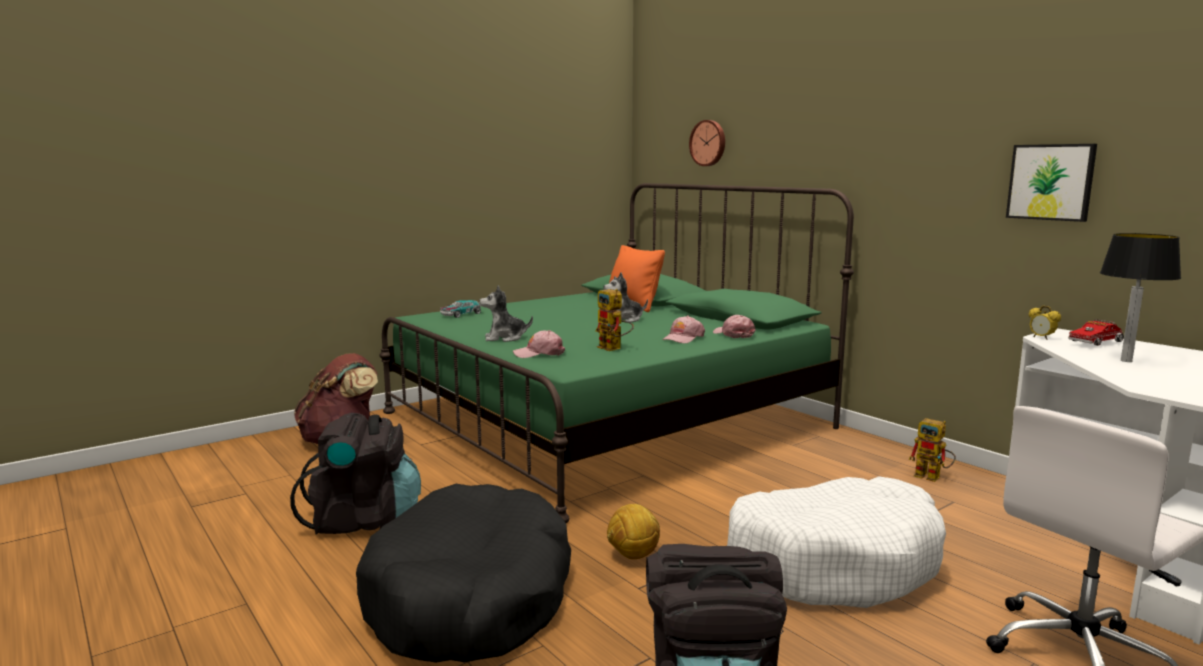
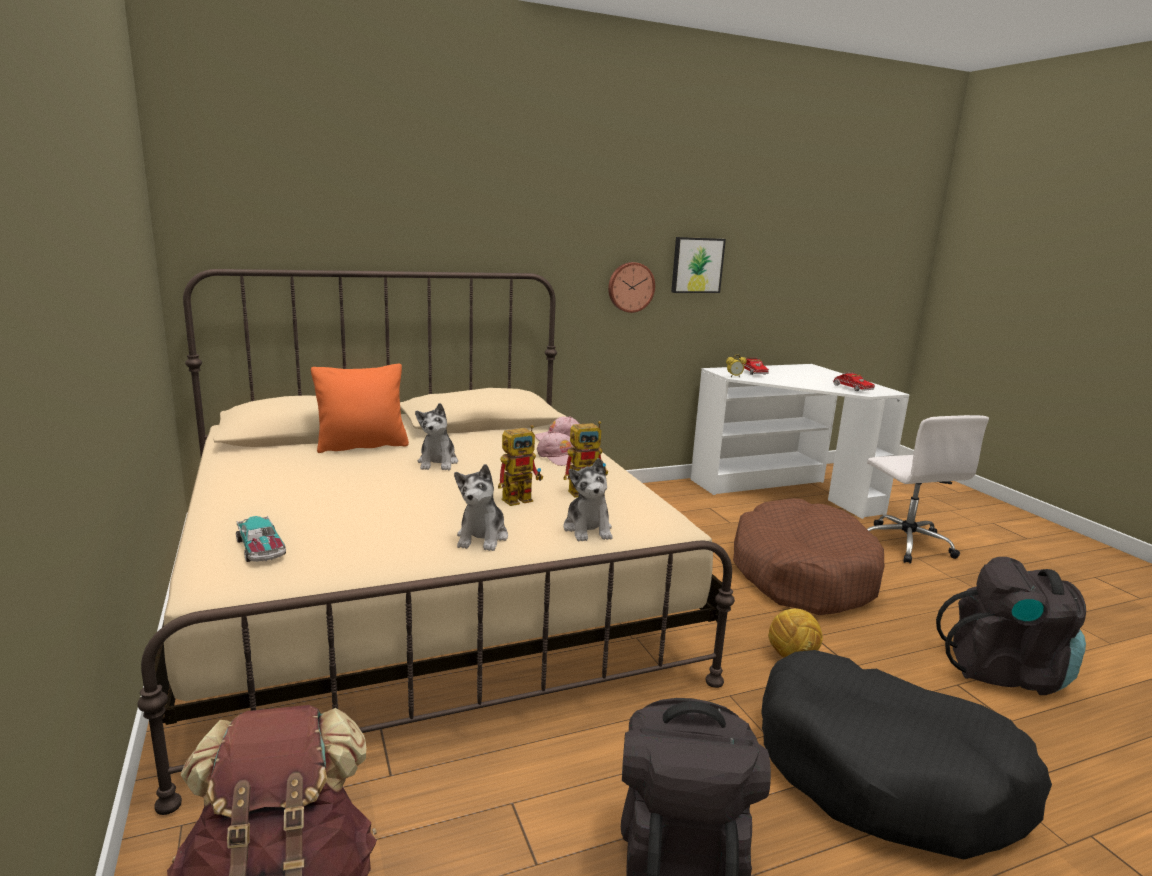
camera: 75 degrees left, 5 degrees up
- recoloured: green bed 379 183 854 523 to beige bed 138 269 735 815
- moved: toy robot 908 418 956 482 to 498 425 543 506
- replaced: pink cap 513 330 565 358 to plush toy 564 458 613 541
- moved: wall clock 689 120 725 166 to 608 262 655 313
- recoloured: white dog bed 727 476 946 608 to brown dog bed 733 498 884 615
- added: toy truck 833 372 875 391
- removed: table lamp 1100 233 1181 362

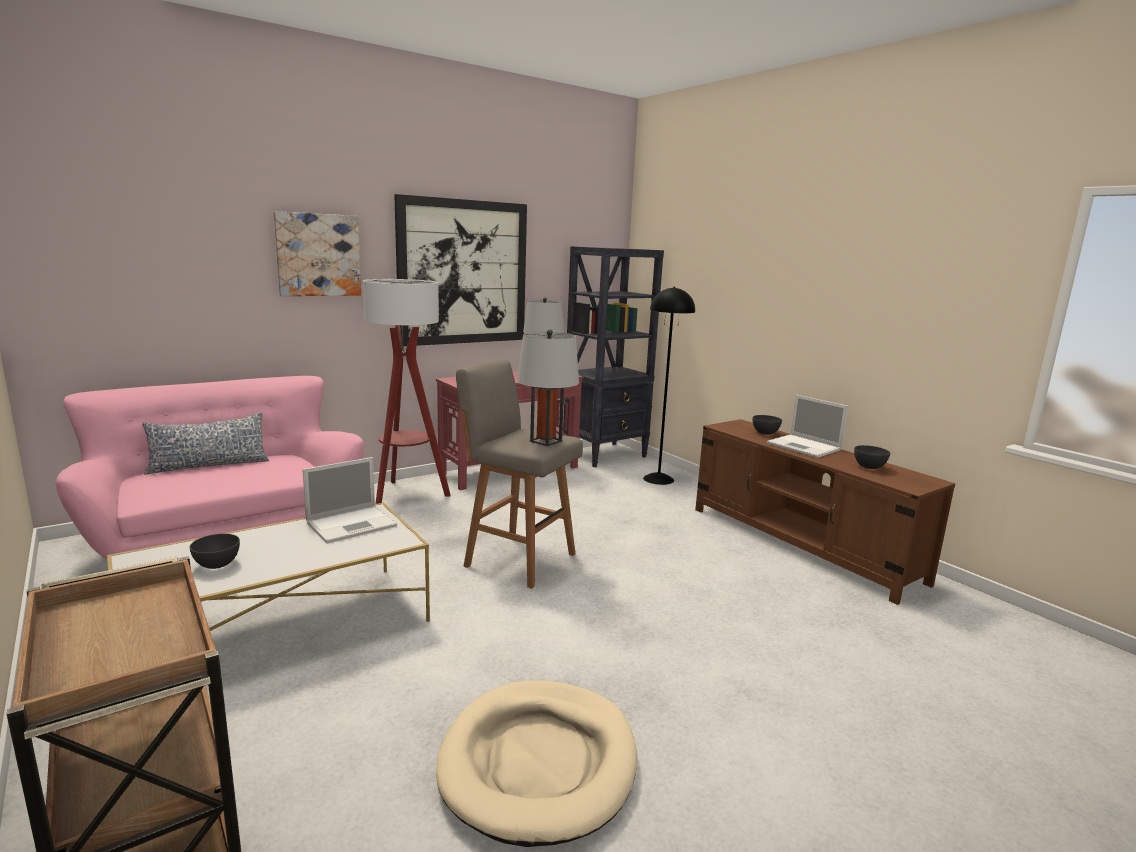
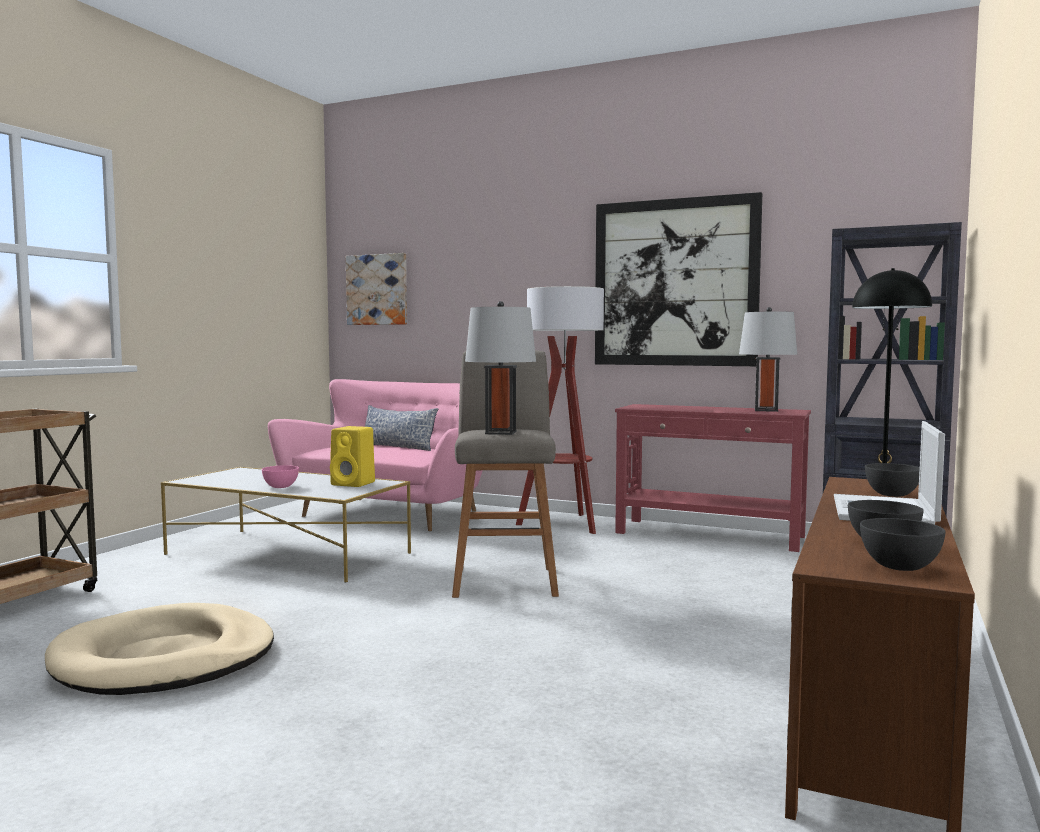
camera: 60 degrees right, 10 degrees down
- added: pink bowl 262 465 299 488
- replaced: laptop 303 457 397 543 to yellow speaker 330 426 375 487
- moved: picture 274 211 361 296 to 346 253 407 325
- moved: grey bowl 189 534 240 569 to 860 518 946 571

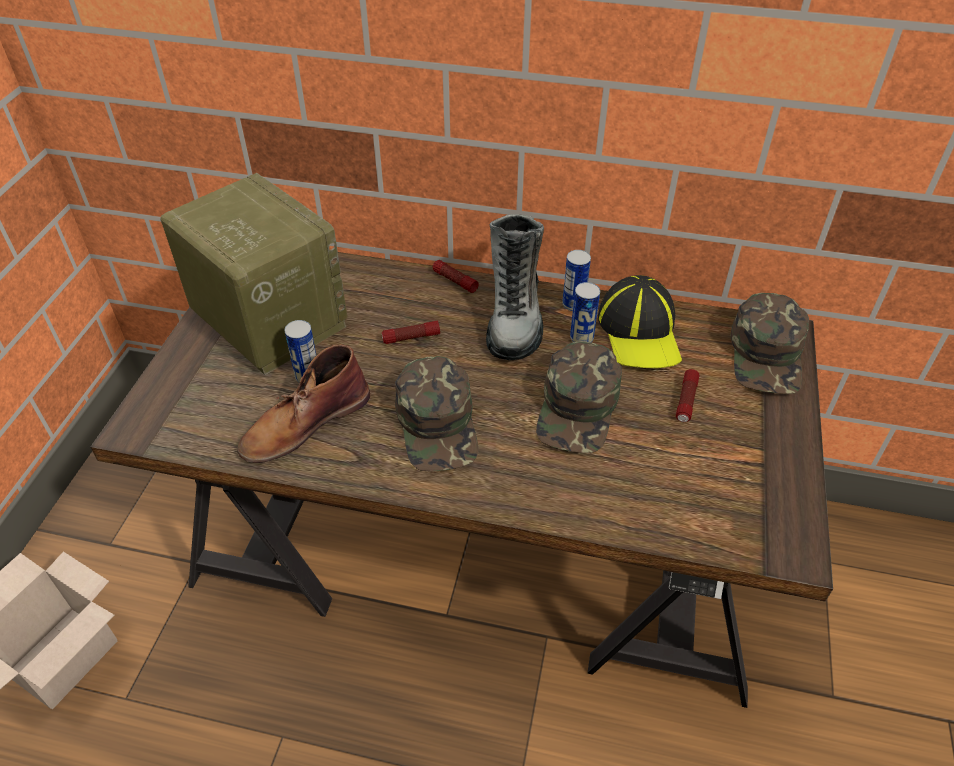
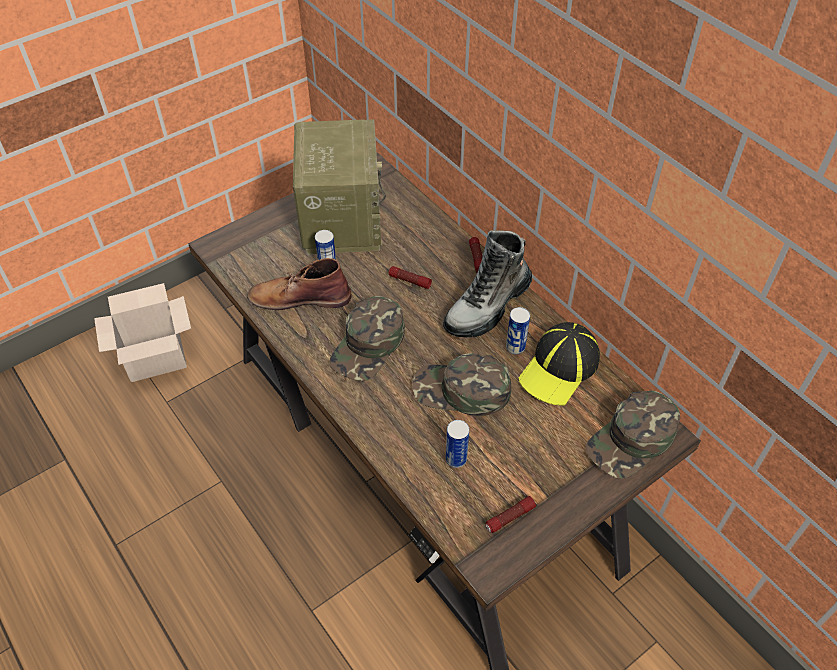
camera: 40 degrees right, 5 degrees up
- turned: green cap 536 341 622 453 = 413 353 511 416 45 degrees clockwise
- moved: can 562 250 591 311 to 446 420 469 468
- moved: flashlight 676 369 700 422 to 485 496 536 533

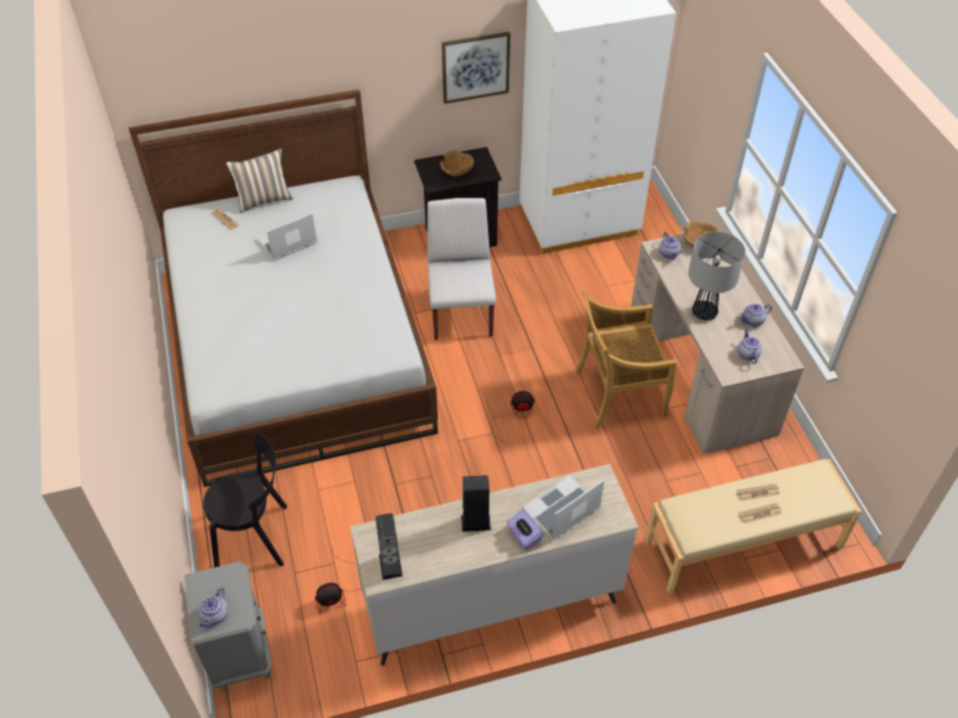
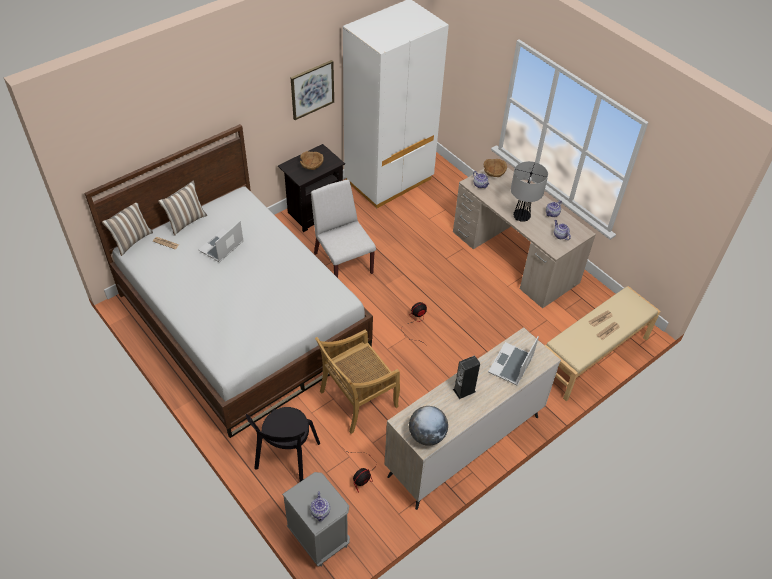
camera: 25 degrees left, 0 degrees up
- added: pillow 102 203 153 256
- turned: black chair 203 433 287 568 = 246 407 320 482 135 degrees clockwise
- moved: beige chair 576 289 676 429 to 315 330 400 434
- replaced: speaker 375 513 403 580 to globe 409 406 448 446
- removed: purple tissue box 506 510 543 550

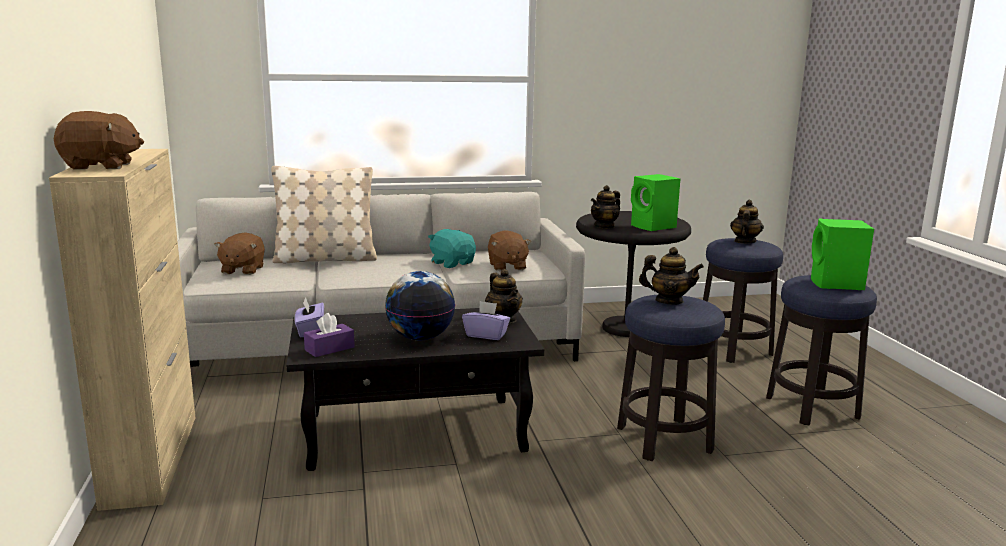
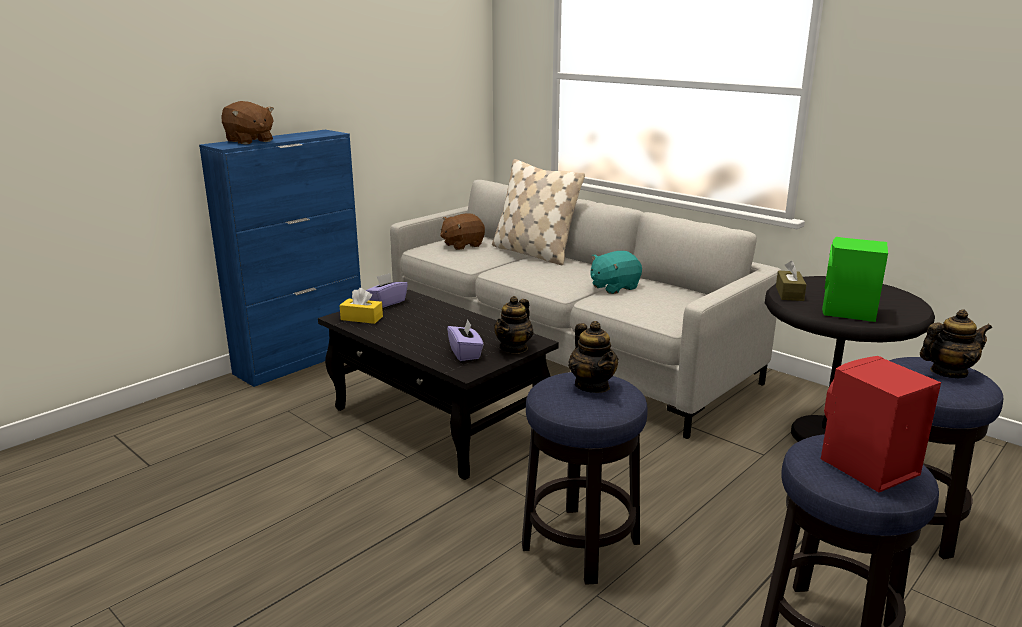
camera: 55 degrees right, 5 degrees up
- recoloured: beige cabinet 49 149 195 511 to blue cabinet 199 130 361 387
- recoloured: purple tissue box 304 313 355 357 to yellow tissue box 339 288 383 324
- turned: turquoise plush toy 428 229 476 268 = 590 251 642 294 135 degrees counterclockwise
- replaced: teapot 591 185 620 229 to brown tissue box 776 260 807 301
- recoloured: green speaker 811 219 874 290 to red speaker 821 356 941 492
- removed: globe 385 271 455 340
- removed: brown plush toy 488 230 531 271

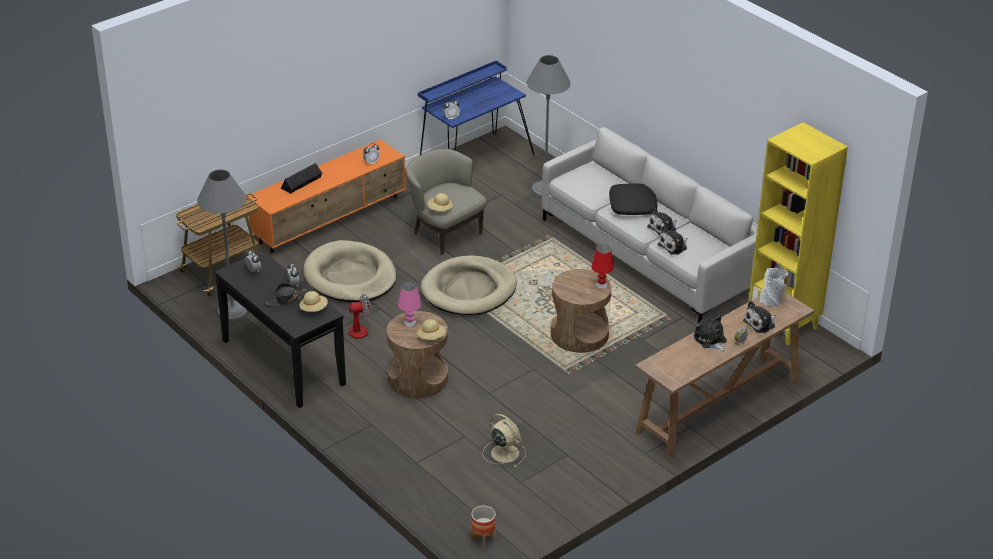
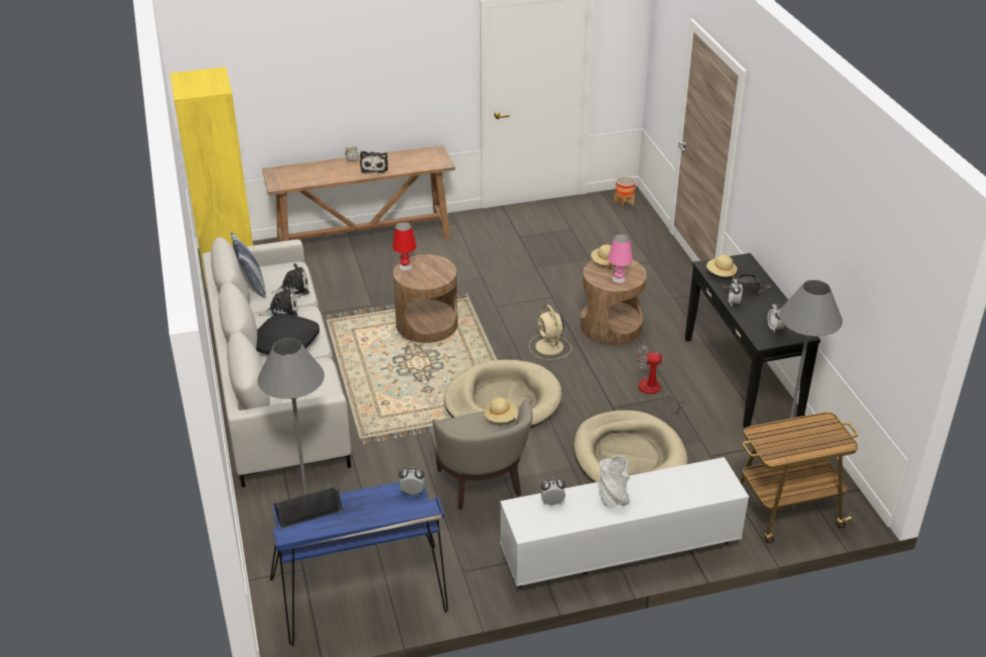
camera: 155 degrees left, 0 degrees up
- added: pillow 231 232 266 298
- moved: black speaker 281 163 322 194 to 274 486 343 528
- recoloured: orange tv stand 247 139 406 253 to white tv stand 500 457 749 588
- moved: beige fan 483 414 526 467 to 529 304 572 360
- moved: grey vase 760 268 788 307 to 600 456 630 508
- removed: plush toy 743 301 776 333

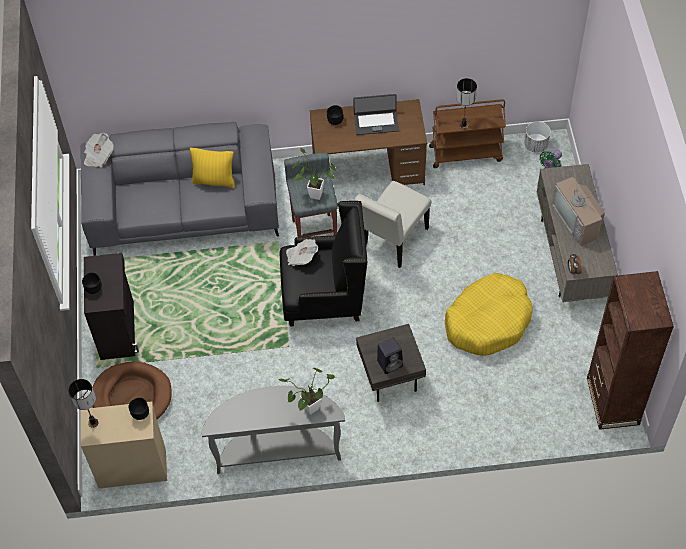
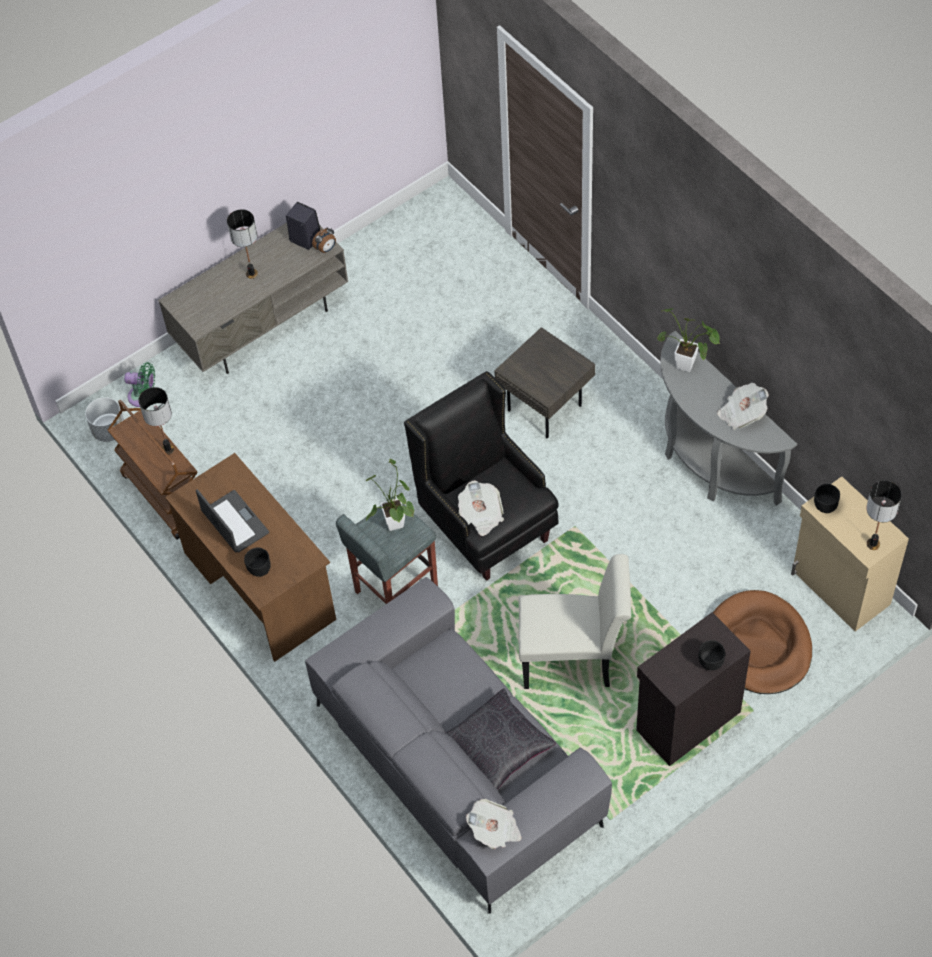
camera: 120 degrees left, 0 degrees up
- replaced: television 552 170 605 246 to table lamp 227 209 258 279
- moved: black speaker 377 337 403 374 to 286 202 320 250
- added: black pillow 446 688 556 790
- moved: white chair 354 181 431 268 to 518 554 631 689
- added: newspaper 717 383 769 430
- removed: yellow pillow 190 148 235 188
- removed: yellow dog bed 445 273 533 356
- removed: brown bookcase 587 271 674 430

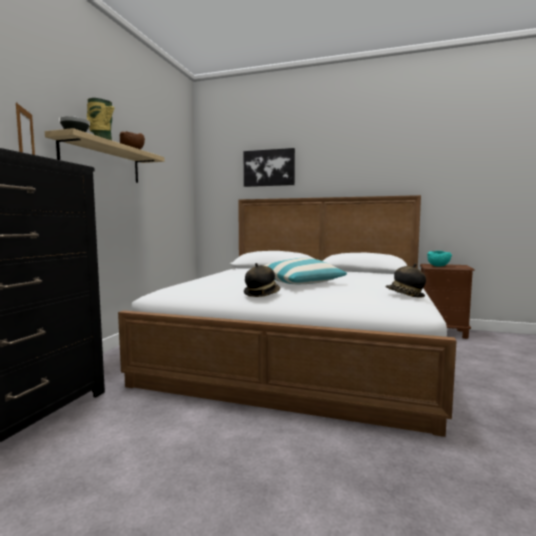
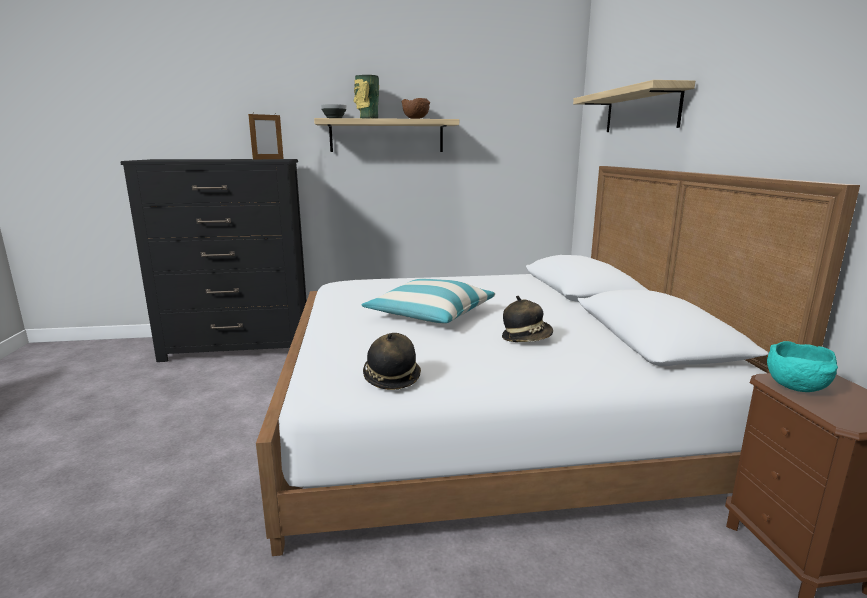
camera: 65 degrees right, 10 degrees up
- moved: hat 244 263 280 297 to 502 296 553 342
- replaced: picture 244 148 295 187 to shelf 573 80 695 132

